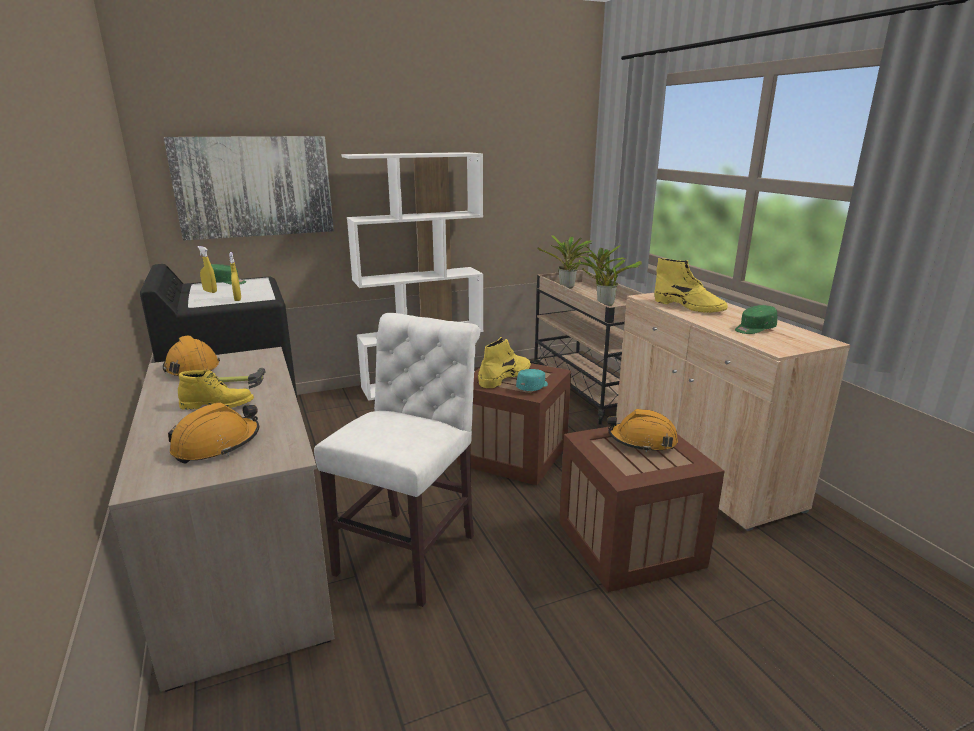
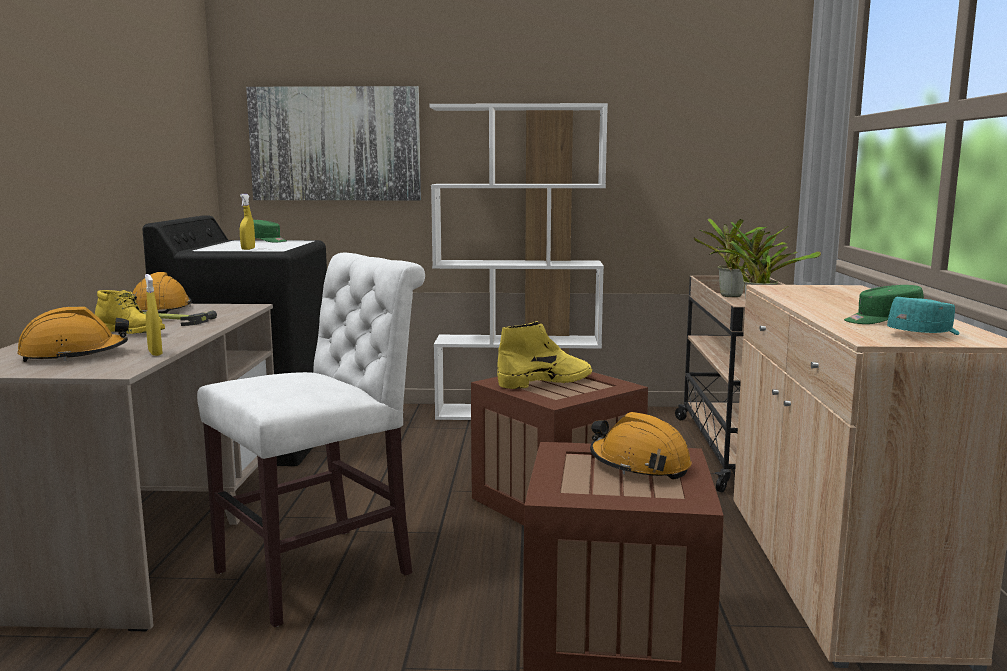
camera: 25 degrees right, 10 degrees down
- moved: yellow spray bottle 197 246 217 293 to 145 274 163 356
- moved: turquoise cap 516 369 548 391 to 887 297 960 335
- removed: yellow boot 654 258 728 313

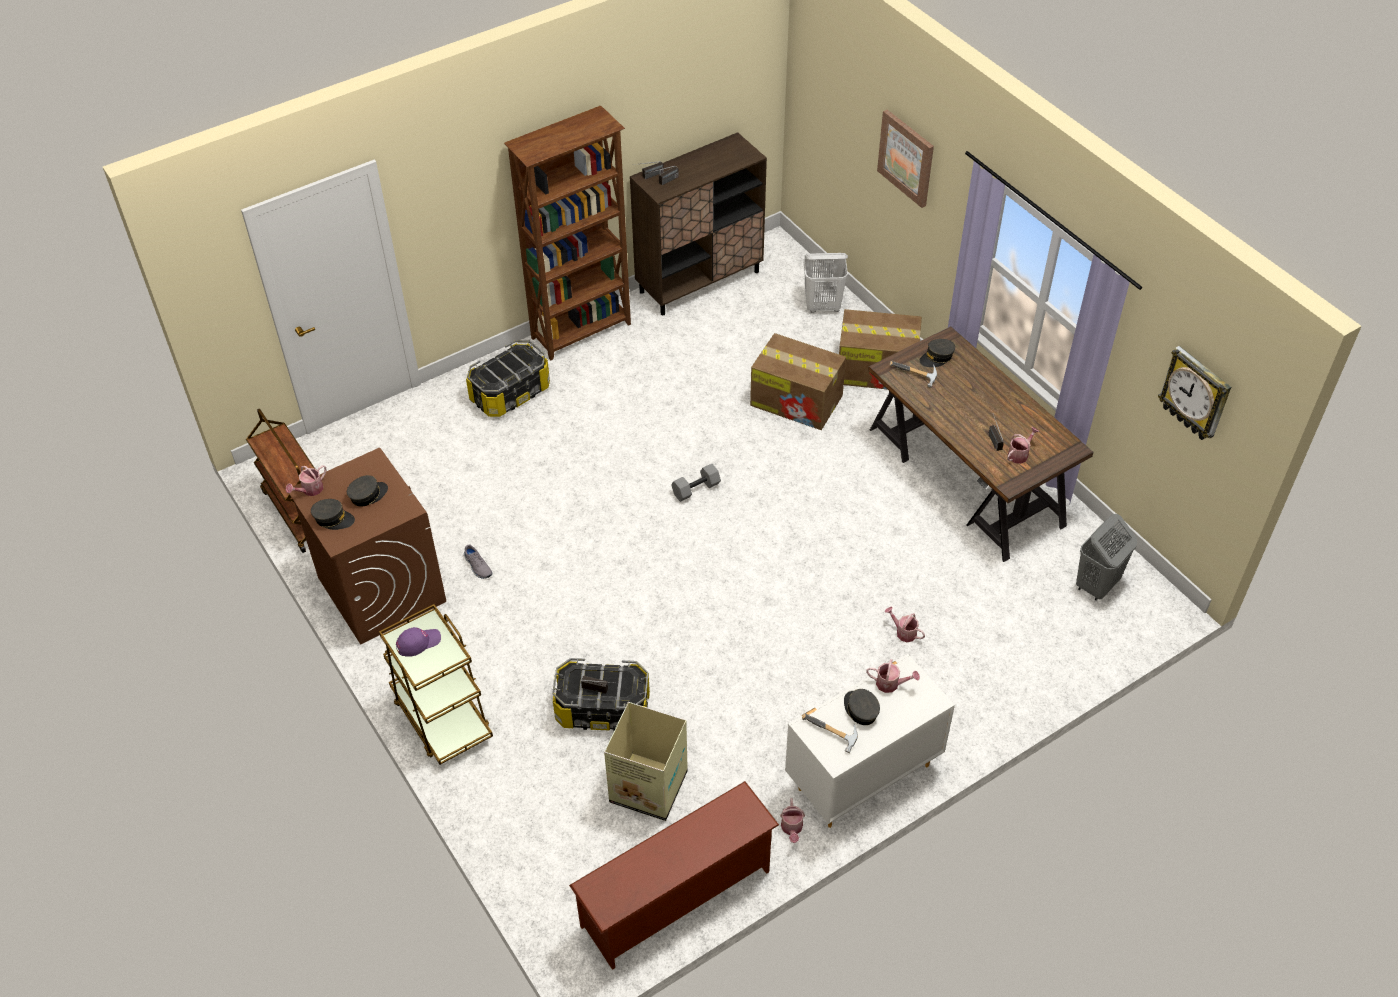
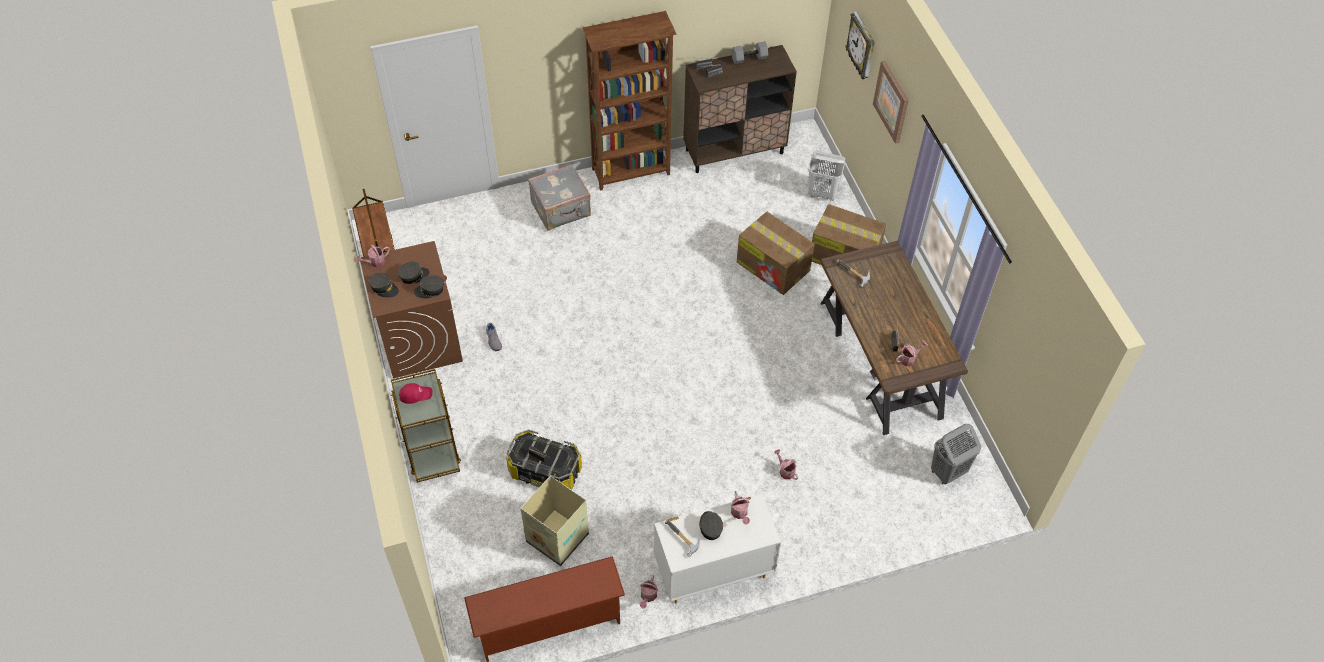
camera: 15 degrees right, 5 degrees up
- recoloured: purple cap 396 627 441 657 to red cap 399 383 433 404
- moved: grey cap 919 339 955 367 to 414 275 444 298
- replaced: storage box 466 340 550 417 to grey suitcase 528 164 591 230
- moved: grey dumbbell 671 464 721 502 to 731 41 768 64
- turned: watering can 867 659 920 693 = 731 491 750 525 45 degrees clockwise
- moved: wall clock 1158 346 1231 440 to 845 11 875 79

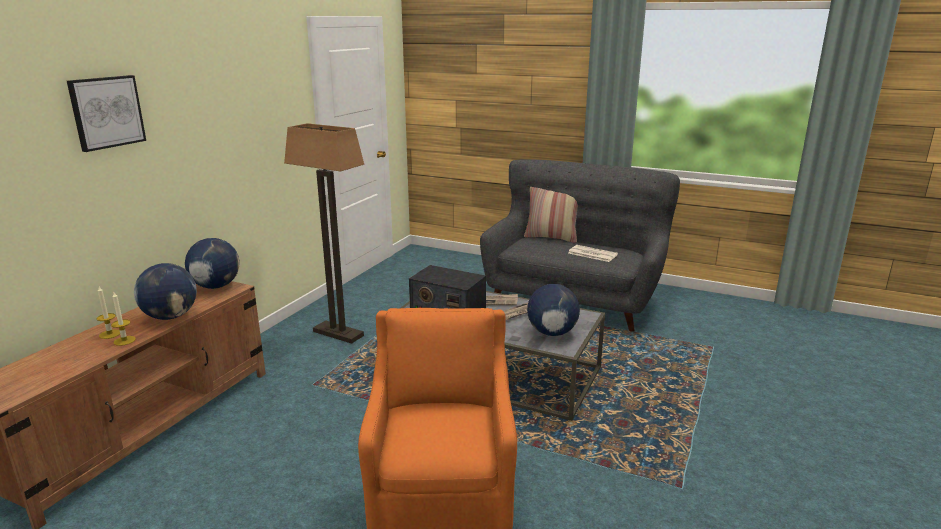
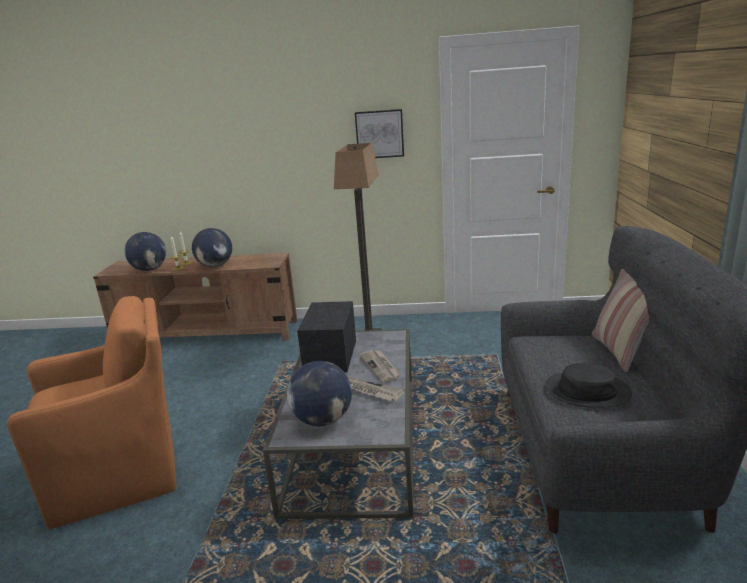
camera: 70 degrees right, 0 degrees up
- moved: globe 185 238 240 289 to 124 232 166 271
- moved: picture 67 75 146 152 to 355 109 404 158
- replaced: newspaper 569 245 618 262 to black hat 545 363 632 408

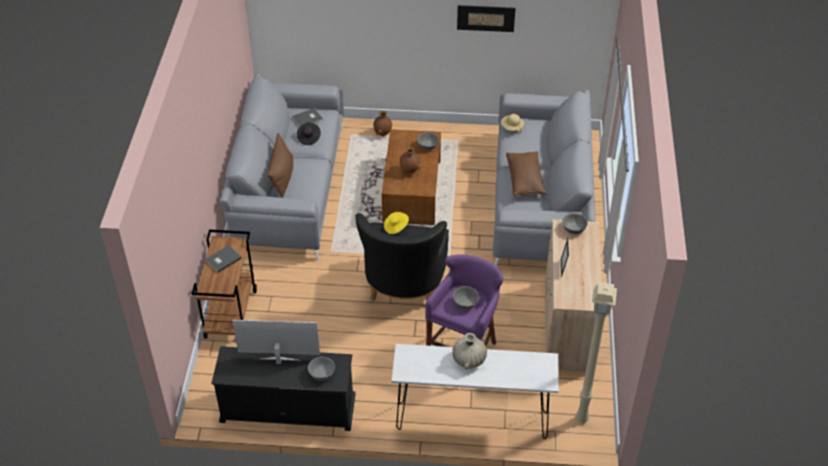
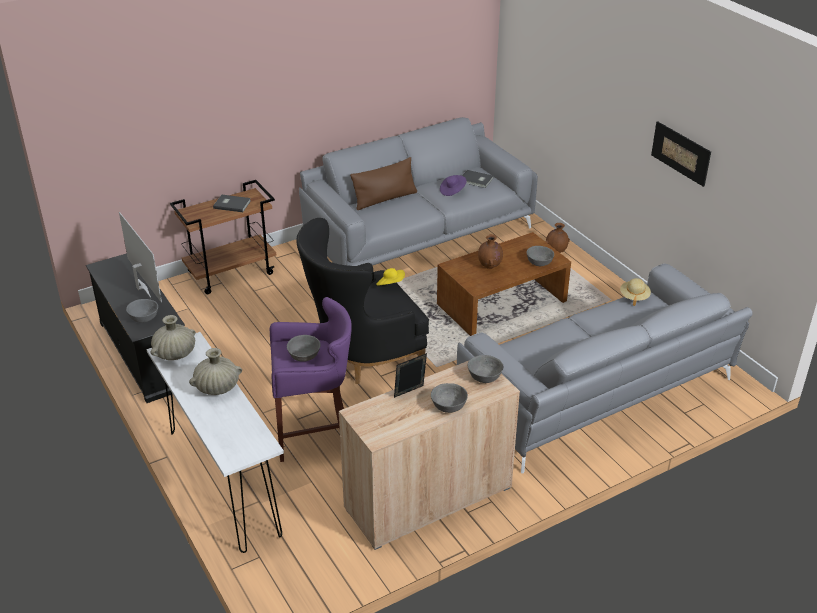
camera: 55 degrees right, 10 degrees down
- added: beige vase 151 315 196 360
- added: grey bowl 431 383 468 413
- recoloured: black hat 297 122 321 145 to purple hat 440 175 467 196
- removed: brown pillow 506 151 547 196
- removed: beige floor lamp 575 282 617 423

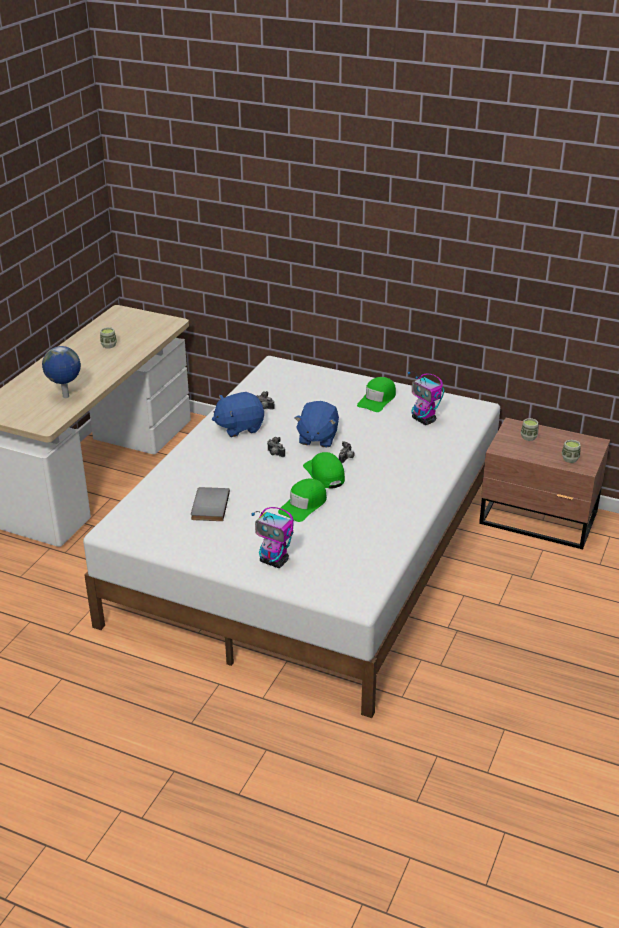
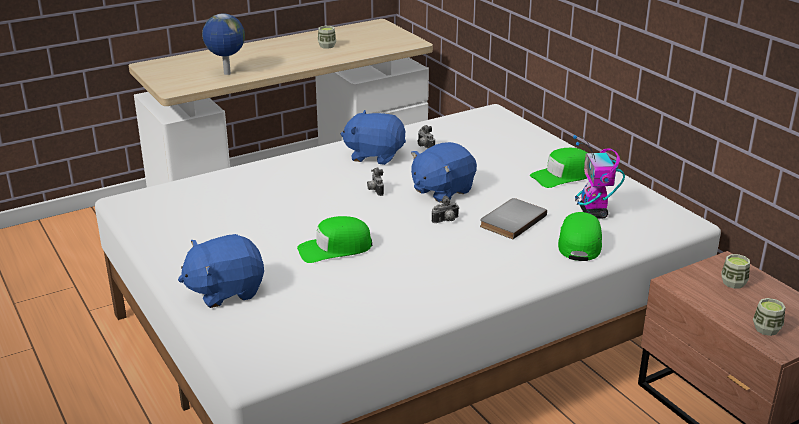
camera: 35 degrees right, 5 degrees down
- replaced: toy robot 251 507 294 568 to blue plush toy 178 234 264 308
- moved: grey book 191 487 230 521 to 480 198 547 239
- moved: green cap 303 452 345 489 to 558 212 602 261

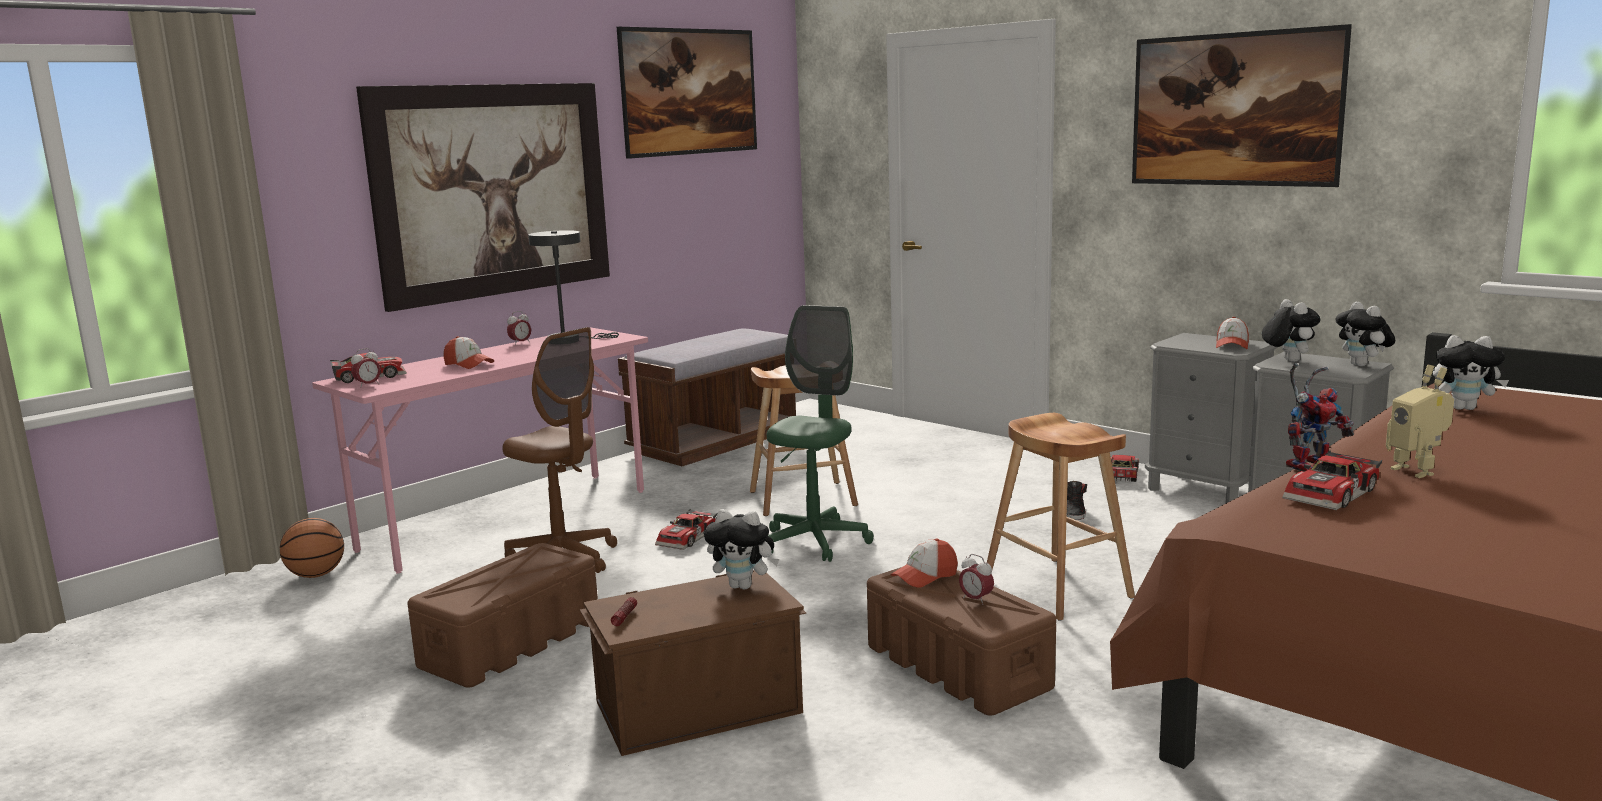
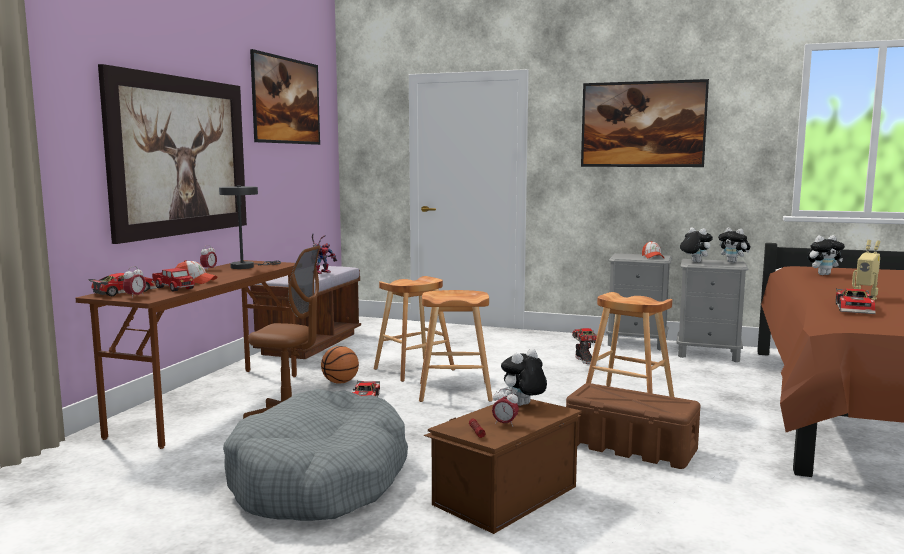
camera: 25 degrees left, 5 degrees down
- recoloured: pink desk 312 328 648 574 to brown desk 76 260 297 449
- added: toy truck 152 268 195 292
- replaced: brown storage box 408 543 598 687 to grey dog bed 223 389 408 521
- moved: toy robot 1286 363 1354 472 to 312 234 337 274
- moved: basketball 280 518 344 578 to 321 346 359 384
- replaced: green office chair 766 305 874 562 to brown stool 419 290 493 402
- moved: alarm clock 959 554 994 605 to 492 389 519 427
- turned: plush toy 704 509 779 589 = 501 349 547 406 150 degrees clockwise
- removed: cap 891 538 958 588

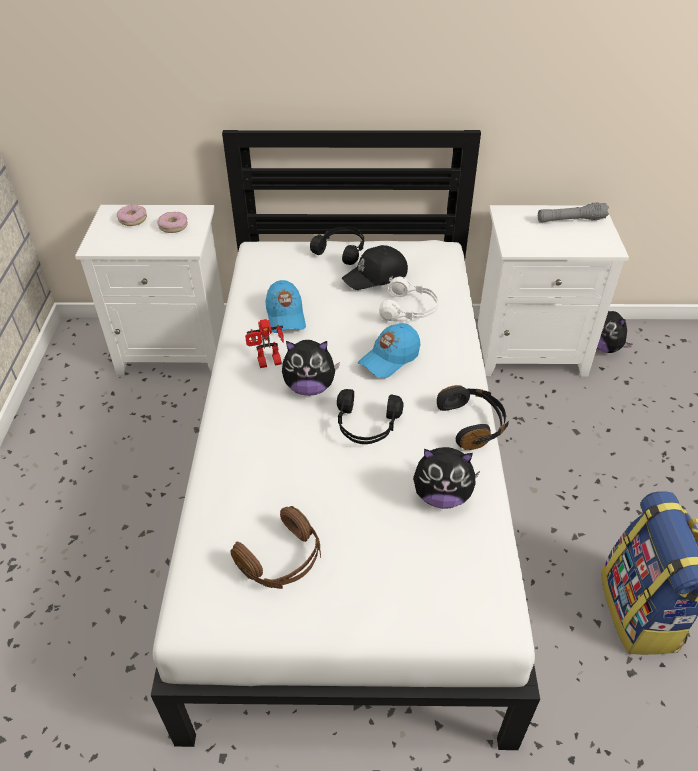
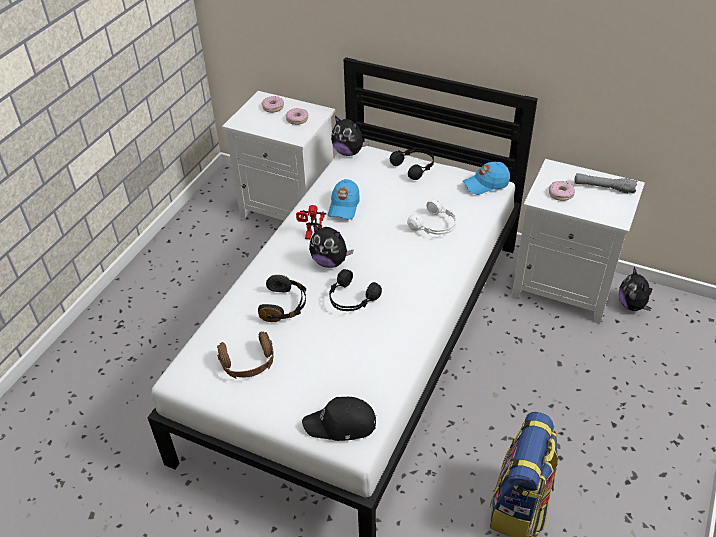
camera: 25 degrees right, 0 degrees up
- moved: black headphones 437 385 509 450 to 258 275 306 322
- moved: black cap 342 245 408 290 to 302 397 376 441
- moved: plush toy 413 447 480 509 to 331 116 369 156
- moved: blue cap 358 323 420 378 to 463 162 510 195
- added: donut 549 181 575 201

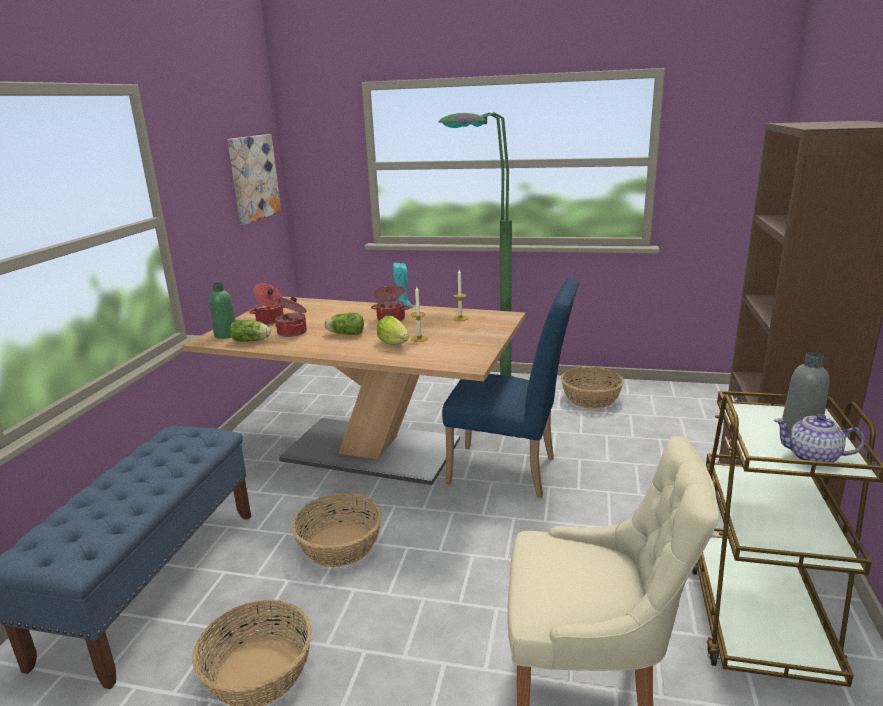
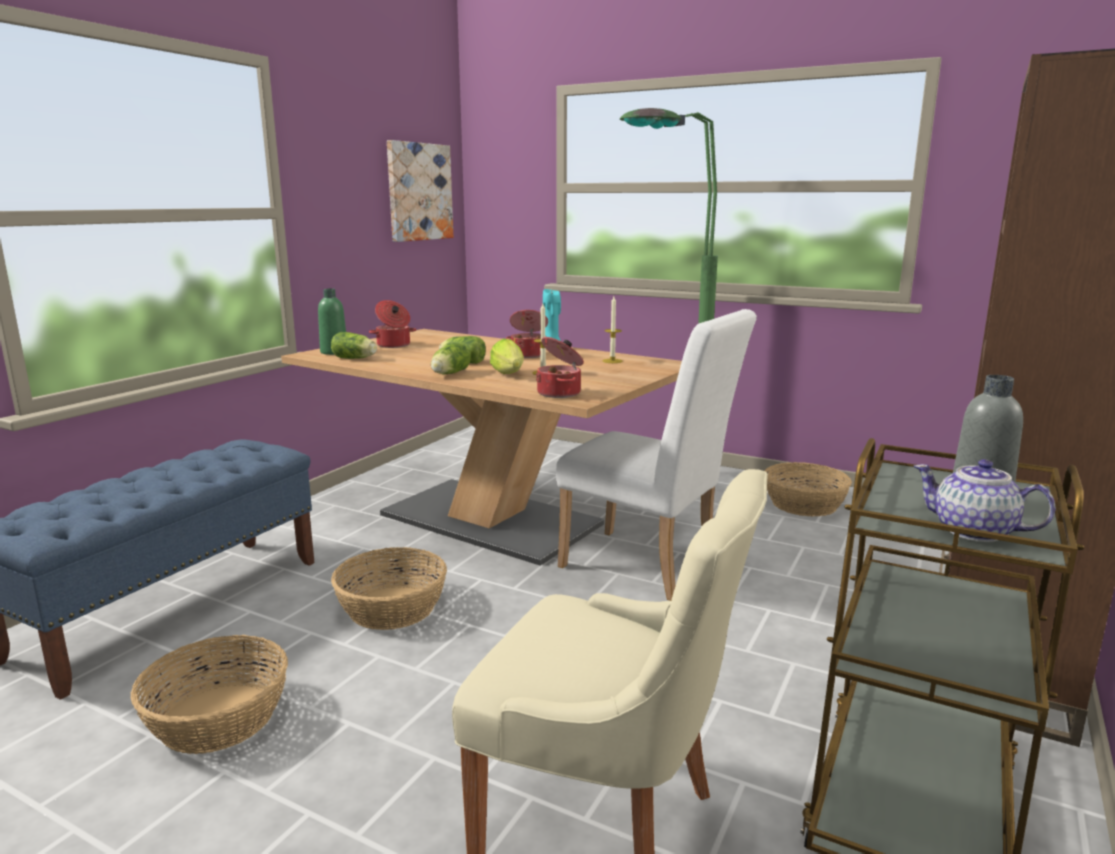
camera: 15 degrees right, 5 degrees down
- added: lettuce 431 343 470 374
- moved: cooking pot 275 297 307 337 to 536 337 584 398
- recoloured: blue chair 442 278 579 498 to white chair 556 309 757 601

